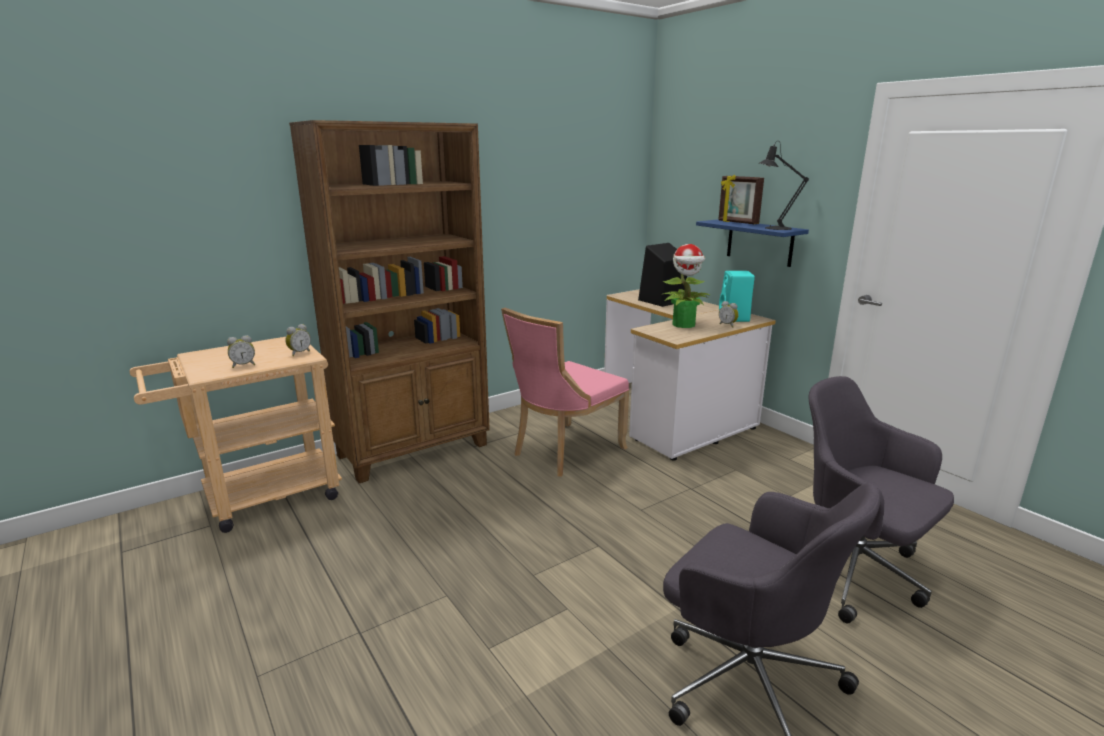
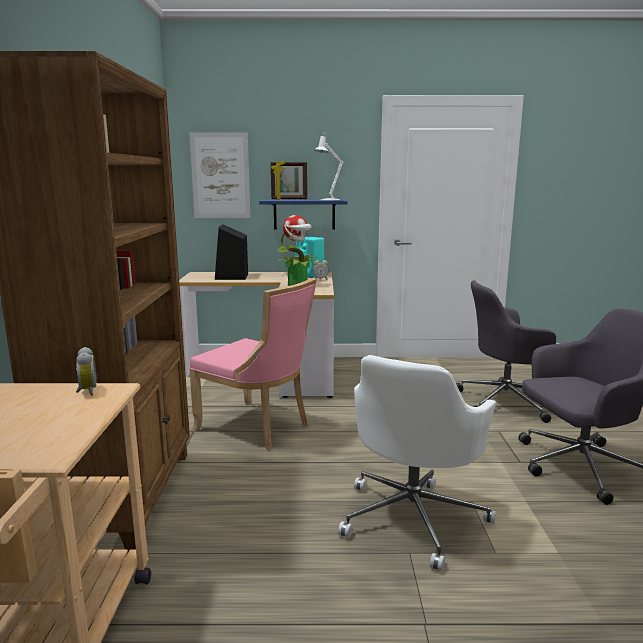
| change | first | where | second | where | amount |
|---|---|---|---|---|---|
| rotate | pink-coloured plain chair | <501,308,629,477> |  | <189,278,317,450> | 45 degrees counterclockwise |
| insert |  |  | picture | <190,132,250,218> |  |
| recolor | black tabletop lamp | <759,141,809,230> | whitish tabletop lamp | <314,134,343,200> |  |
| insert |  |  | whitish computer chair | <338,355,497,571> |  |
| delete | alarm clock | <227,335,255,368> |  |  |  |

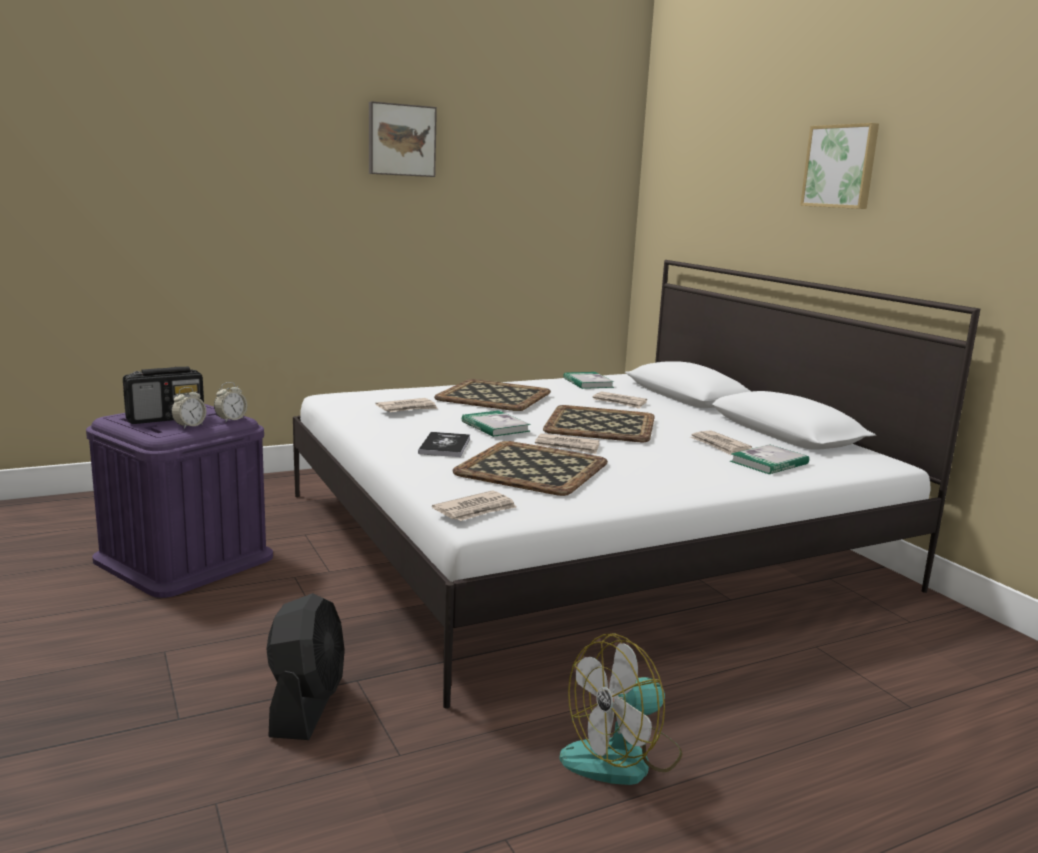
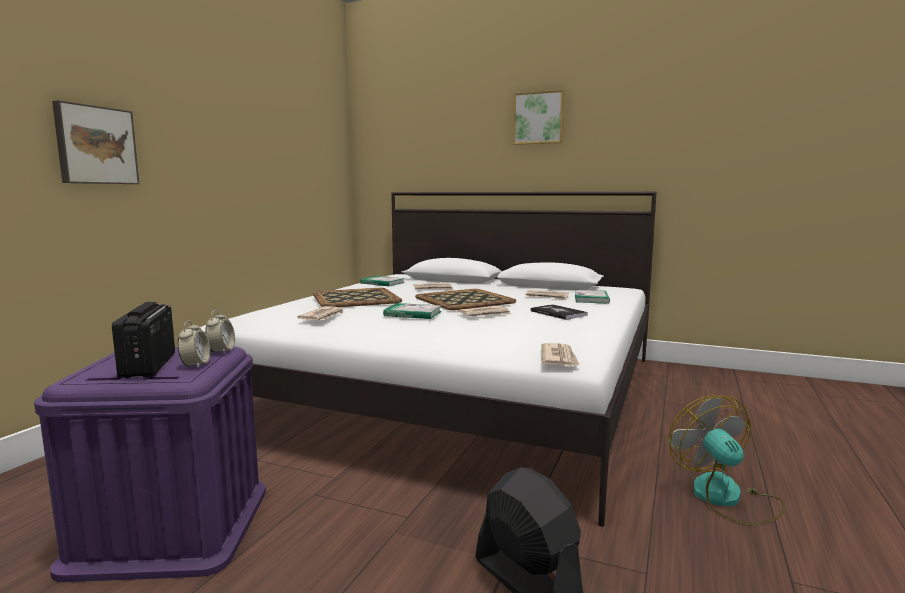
| change | first | where | second | where | amount |
|---|---|---|---|---|---|
| move | picture | <369,101,437,177> |  | <52,100,139,184> |  |
| rotate | radio receiver | <123,367,204,424> |  | <112,302,175,378> | 150 degrees clockwise |
| move | book | <418,432,470,457> |  | <531,304,588,320> |  |
| rotate | fan | <560,633,682,785> |  | <668,395,785,525> | 150 degrees clockwise |
| delete | tray | <453,441,608,496> |  |  |  |

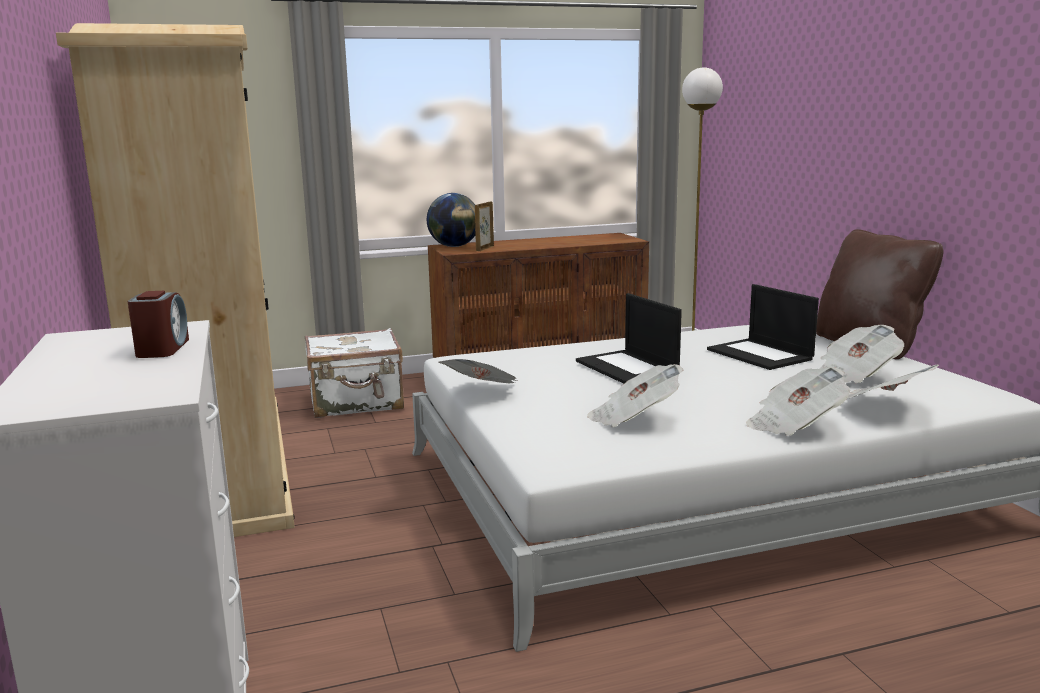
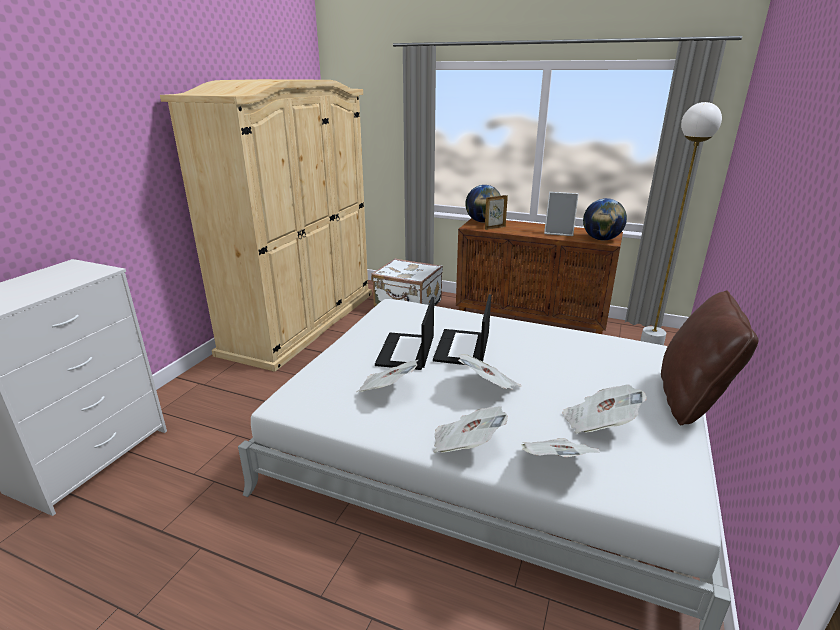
| change | first | where | second | where | amount |
|---|---|---|---|---|---|
| move | notebook computer | <707,284,819,370> |  | <375,297,434,370> |  |
| move | printed paper | <438,359,517,383> |  | <458,354,522,389> |  |
| insert |  |  | photo frame | <544,192,579,236> |  |
| insert |  |  | globe | <583,198,627,240> |  |
| delete | alarm clock | <128,291,189,358> |  |  |  |

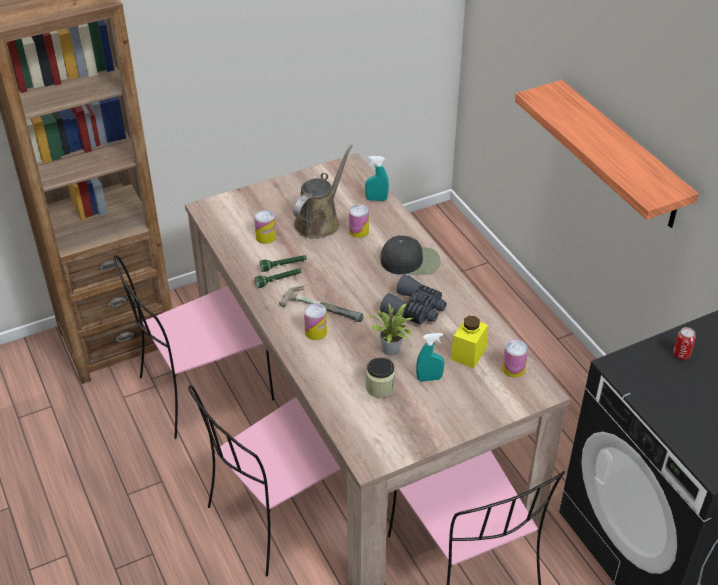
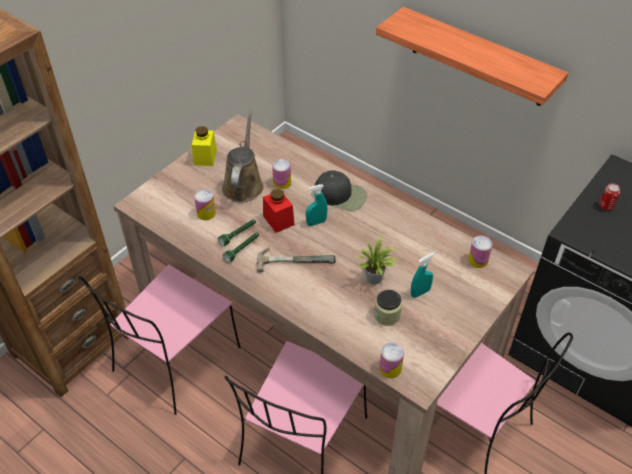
| change | first | where | second | where | amount |
|---|---|---|---|---|---|
| move | yellow-coloured preserve jar | <450,316,488,368> |  | <192,126,217,166> |  |
| insert |  |  | red preserve jar | <263,189,295,233> |  |
| move | turquoise hand sprayer | <365,156,389,201> |  | <306,184,327,226> |  |
| rotate | black cap | <380,236,440,275> |  | <315,170,367,211> | 45 degrees clockwise |
| move | metal can | <304,303,327,340> |  | <379,343,404,378> |  |
| delete | grey binoculars | <380,274,447,325> |  |  |  |

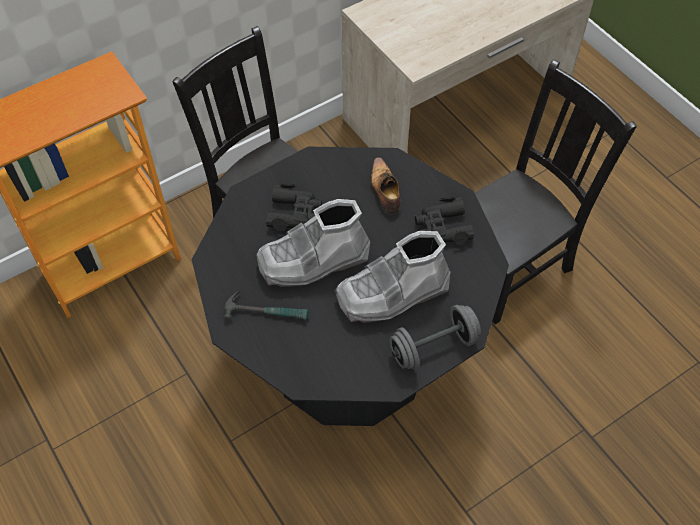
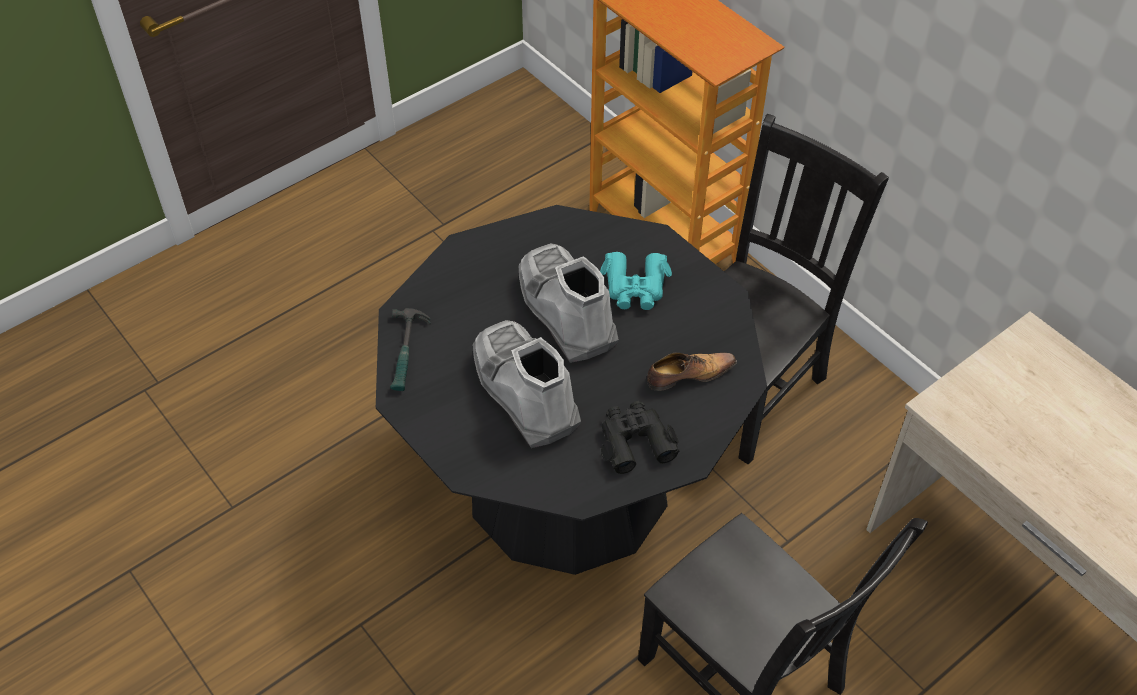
| change | first | where | second | where | amount |
|---|---|---|---|---|---|
| move | hammer | <224,291,308,321> |  | <390,308,431,391> |  |
| recolor | black binoculars | <266,184,322,231> | turquoise binoculars | <600,252,672,310> |  |
| delete | grey dumbbell | <390,305,481,369> |  |  |  |

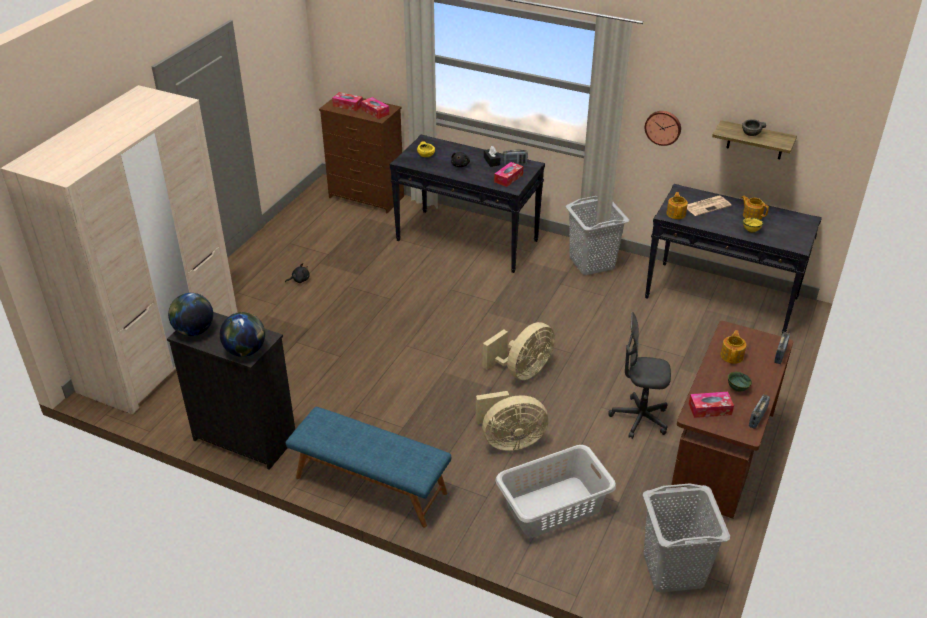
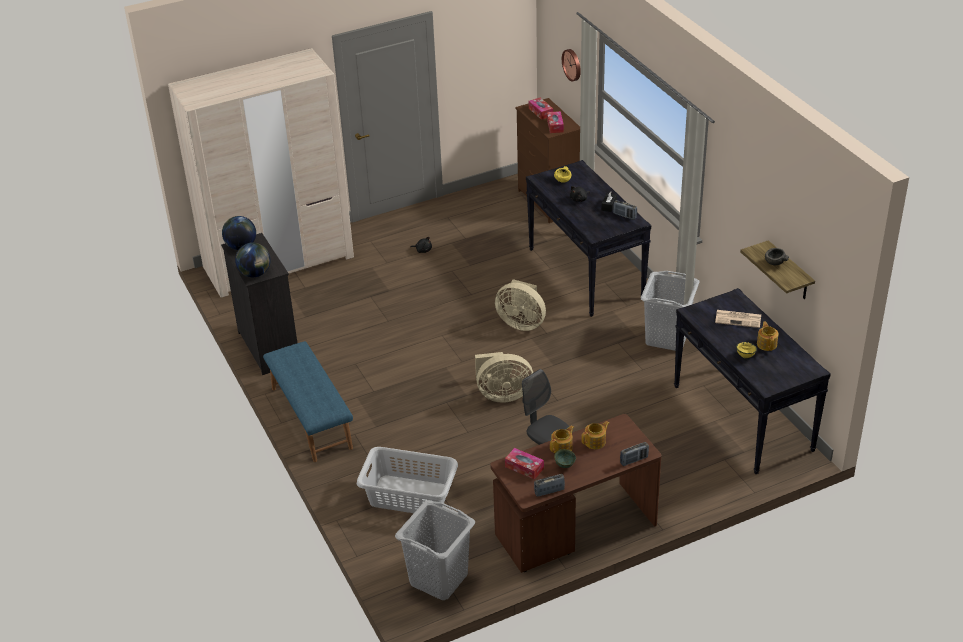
| change | first | where | second | where | amount |
|---|---|---|---|---|---|
| move | beige-coloured fan | <476,391,548,451> |  | <495,279,546,331> |  |
| move | tea pot | <666,192,688,219> |  | <550,425,574,453> |  |
| move | clock on the wall | <645,111,681,146> |  | <562,49,581,81> |  |
| delete | tissue holder | <494,162,523,187> |  |  |  |

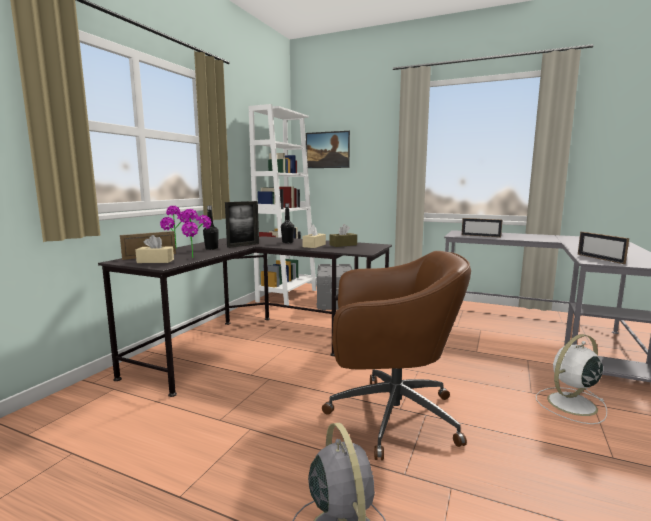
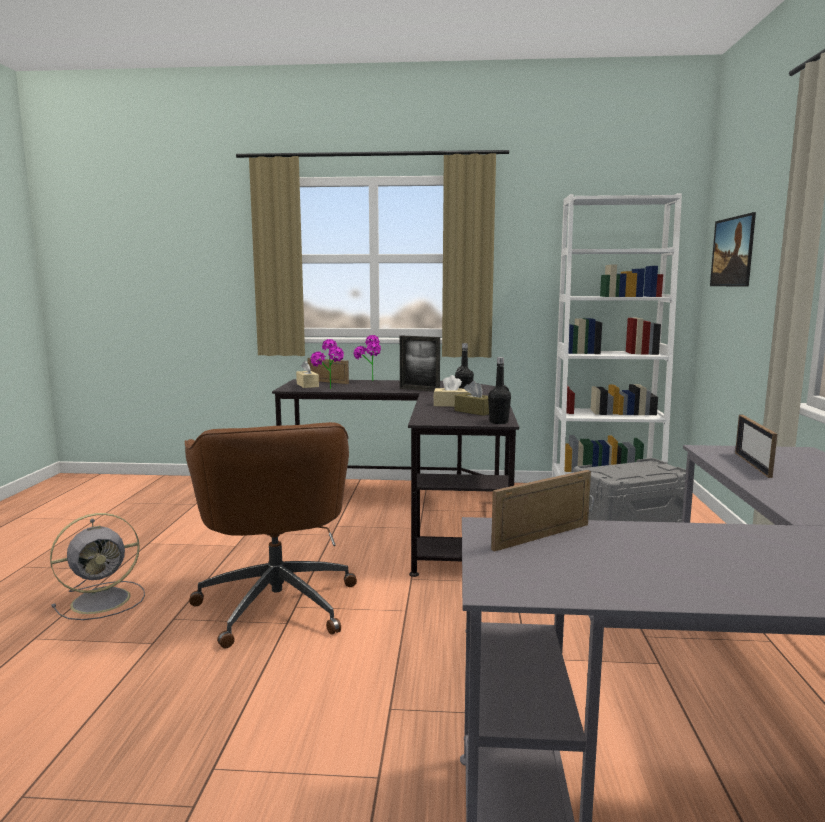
| change | first | where | second | where | amount |
|---|---|---|---|---|---|
| move | black beverage bottle | <203,206,219,250> |  | <488,357,511,424> |  |
| delete | whitish fan | <536,334,607,424> |  |  |  |

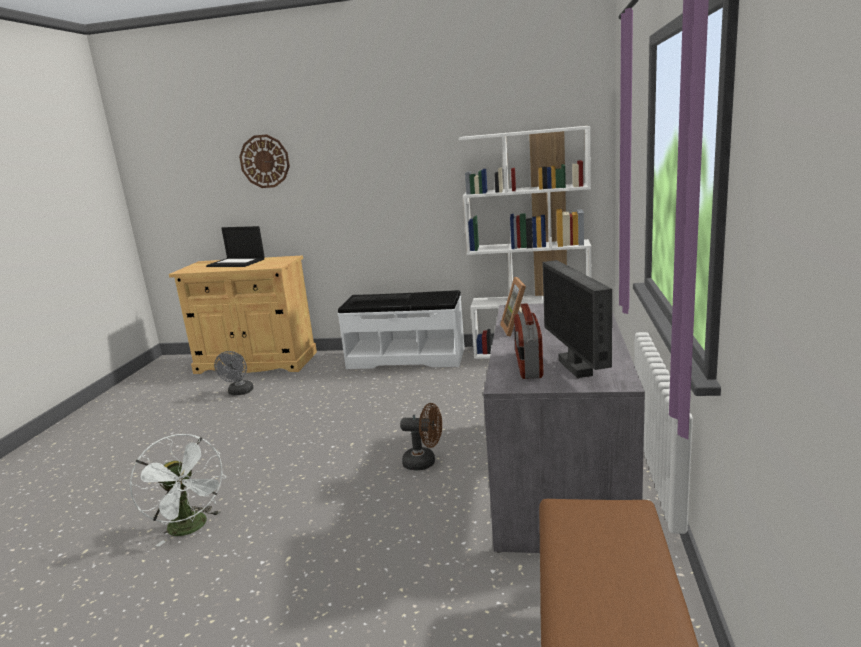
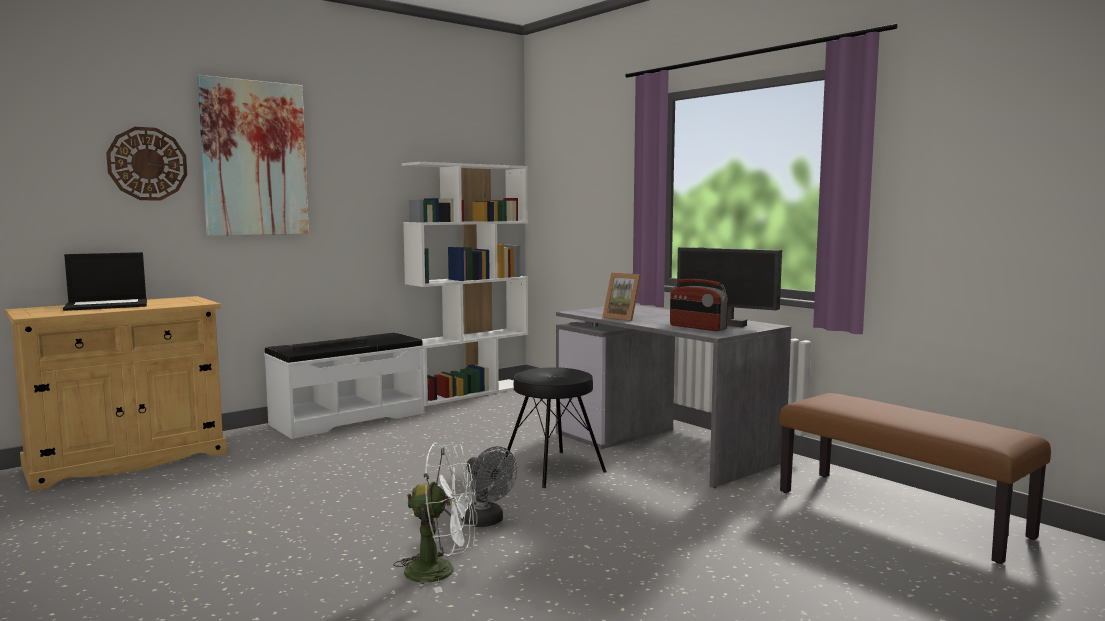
| change | first | where | second | where | amount |
|---|---|---|---|---|---|
| insert |  |  | picture | <197,75,309,236> |  |
| move | grey fan | <214,351,254,395> |  | <461,446,517,527> |  |
| replace | brown fan | <400,403,442,470> | black stool seat | <503,367,607,488> |  |

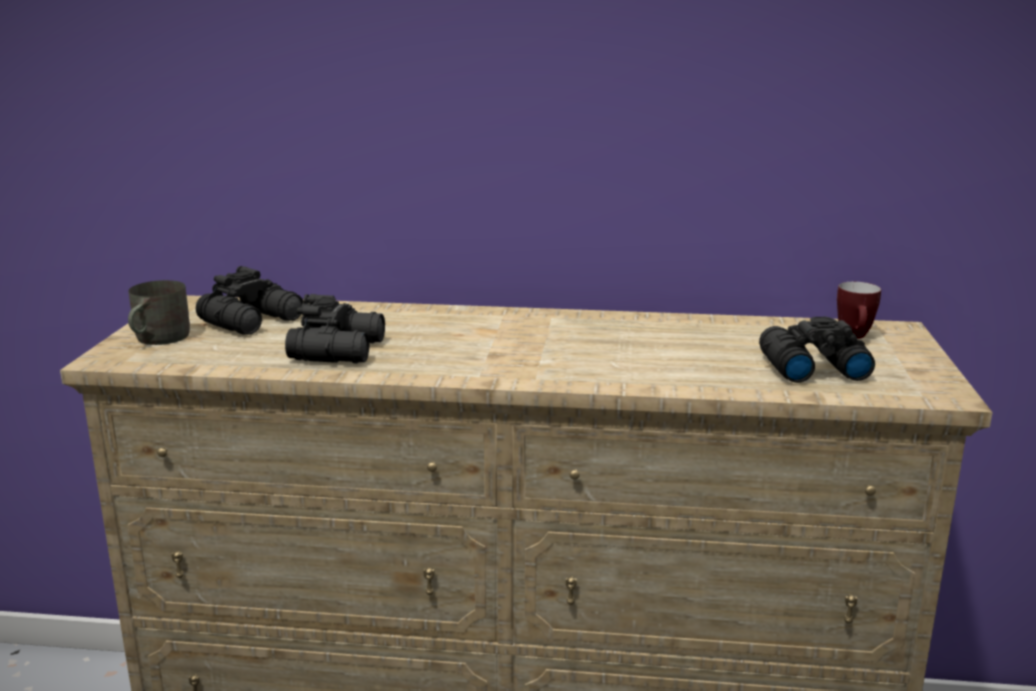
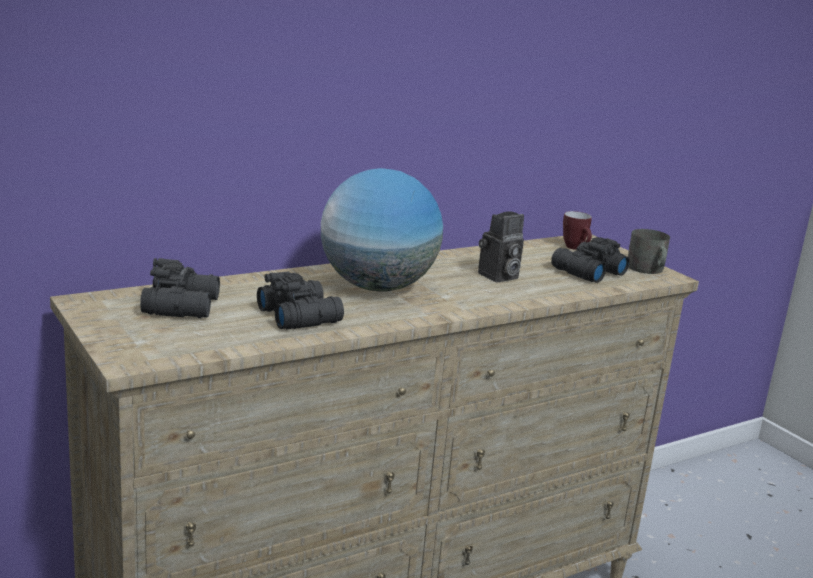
| change | first | where | second | where | amount |
|---|---|---|---|---|---|
| insert |  |  | globe | <321,168,443,292> |  |
| insert |  |  | photo camera | <478,211,524,282> |  |
| move | grey coffee mug | <128,280,190,345> |  | <628,229,670,274> |  |

